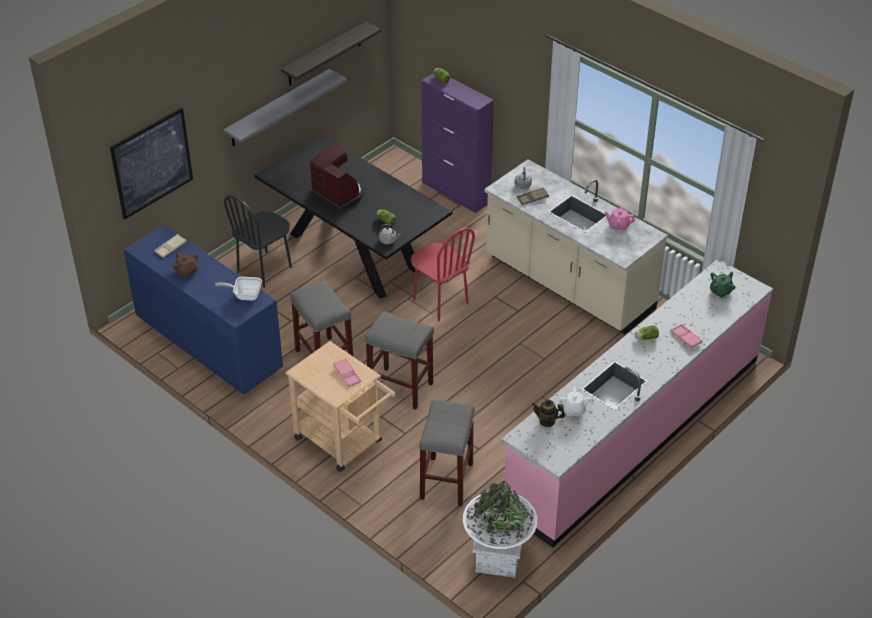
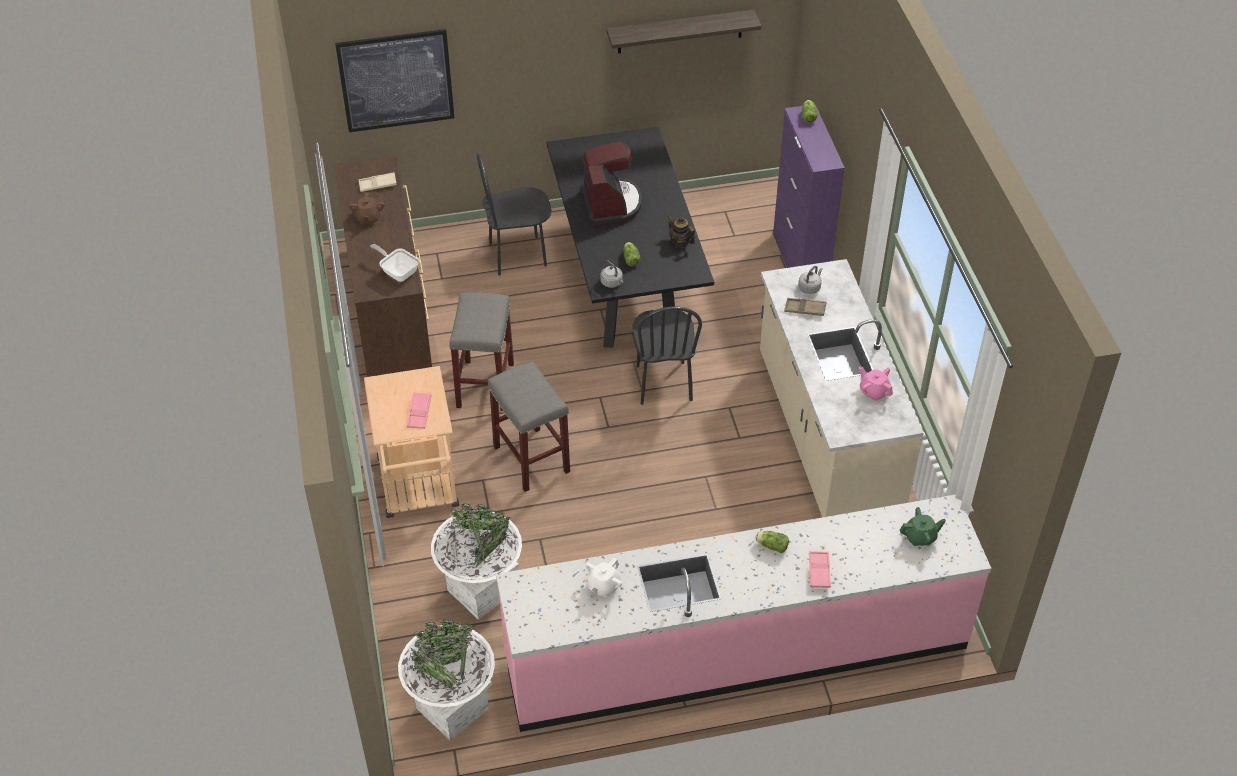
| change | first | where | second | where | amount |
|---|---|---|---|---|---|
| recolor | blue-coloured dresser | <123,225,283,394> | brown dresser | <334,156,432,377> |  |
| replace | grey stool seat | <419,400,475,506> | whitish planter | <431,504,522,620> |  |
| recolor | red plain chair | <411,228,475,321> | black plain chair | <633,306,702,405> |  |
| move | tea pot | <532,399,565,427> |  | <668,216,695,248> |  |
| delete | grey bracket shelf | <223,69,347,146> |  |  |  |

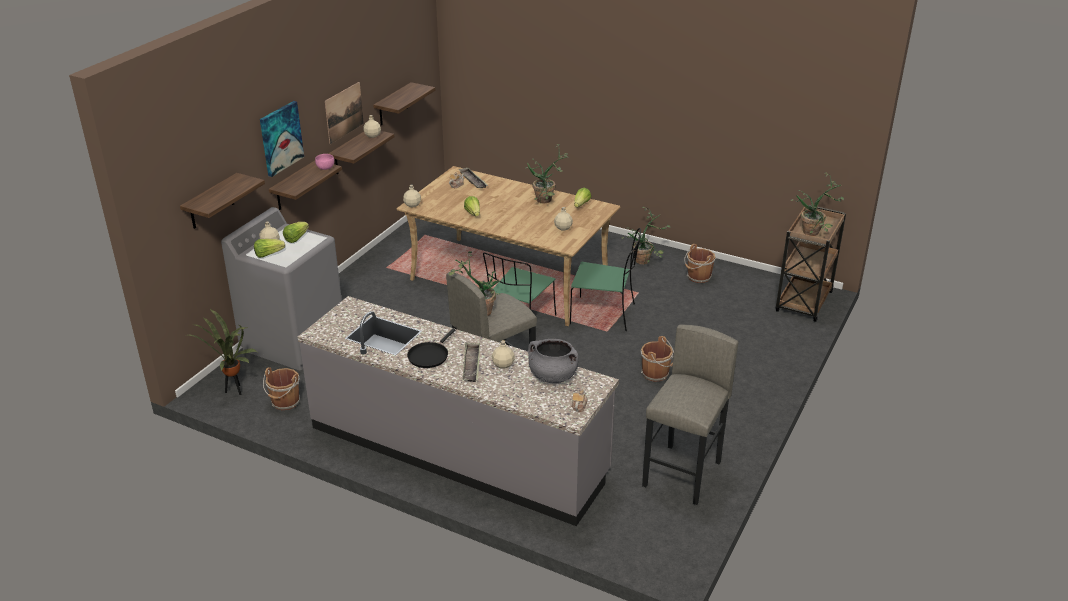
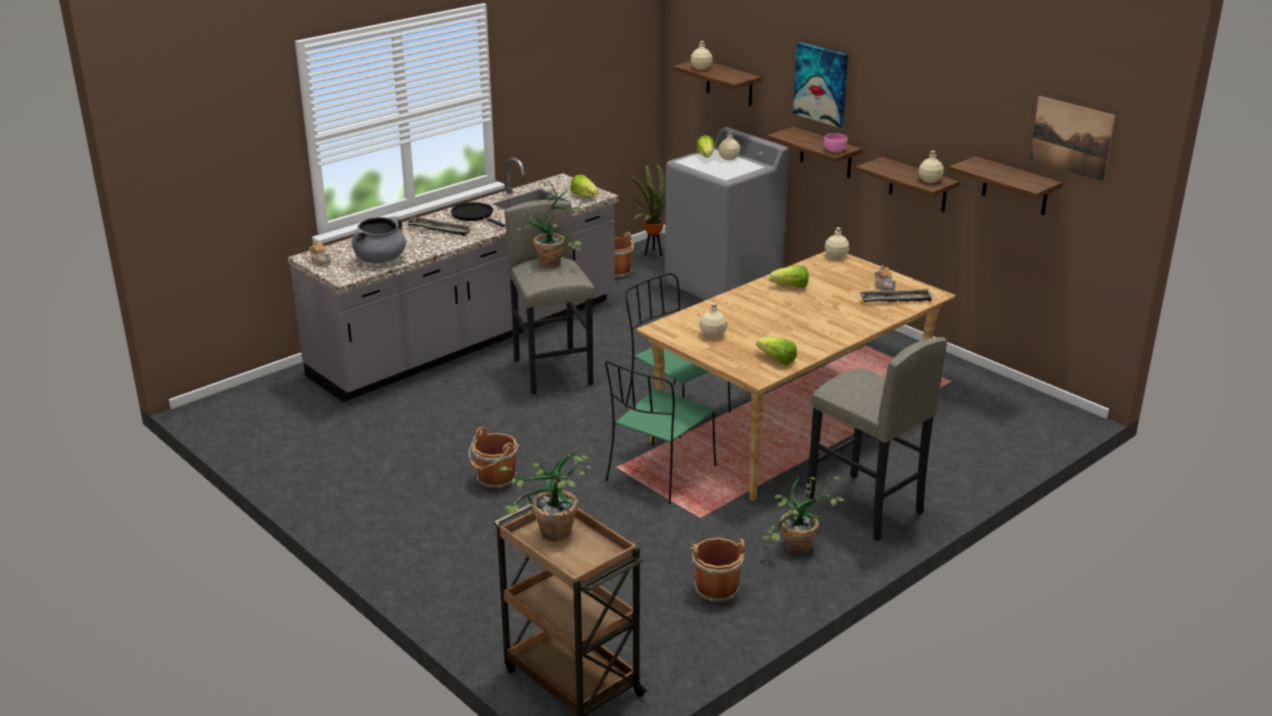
| change | first | where | second | where | amount |
|---|---|---|---|---|---|
| move | lettuce | <283,222,309,243> |  | <570,175,598,197> |  |
| move | beige-coloured beverage bottle | <492,340,515,369> |  | <691,41,713,70> |  |
| move | grey stool seat | <642,325,738,505> |  | <807,337,947,541> |  |
| move | picture | <325,82,364,144> |  | <1030,96,1115,182> |  |
| delete | potted plant | <526,144,569,204> |  |  |  |

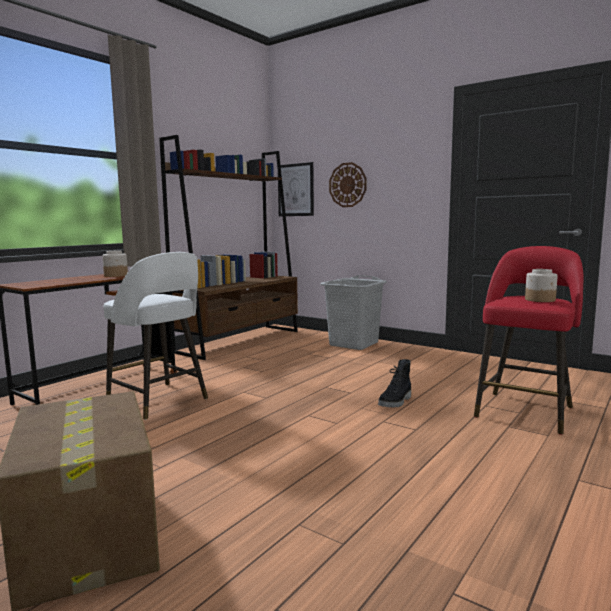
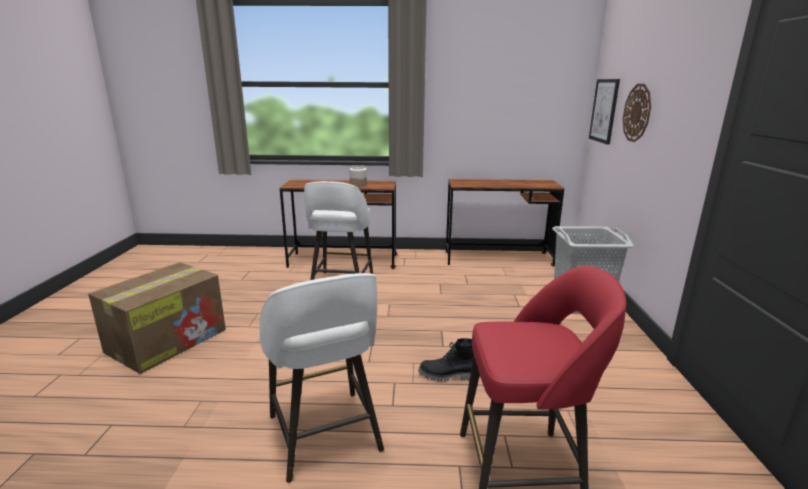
| change | first | where | second | where | amount |
|---|---|---|---|---|---|
| insert |  |  | whitish stool seat | <260,273,384,483> |  |
| replace | brown bookshelf | <159,135,298,360> | brown desk unit | <446,179,565,267> |  |
| delete | preserve jar | <525,269,558,302> |  |  |  |

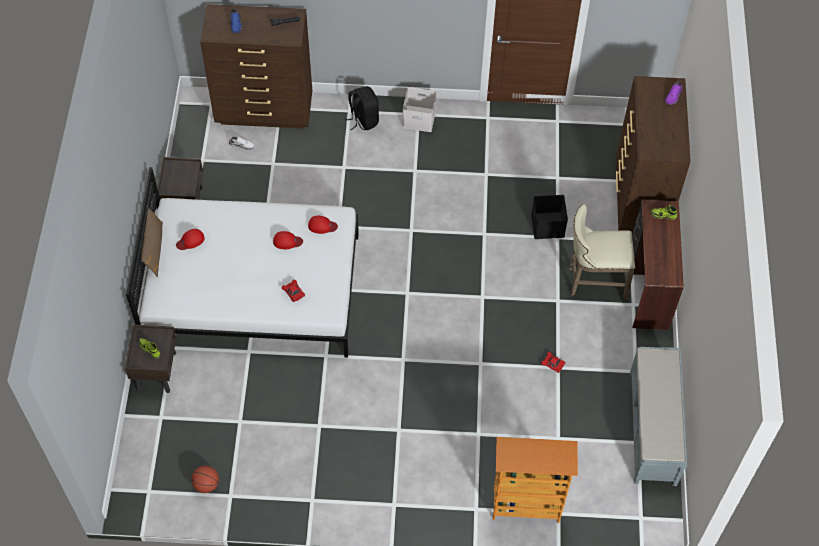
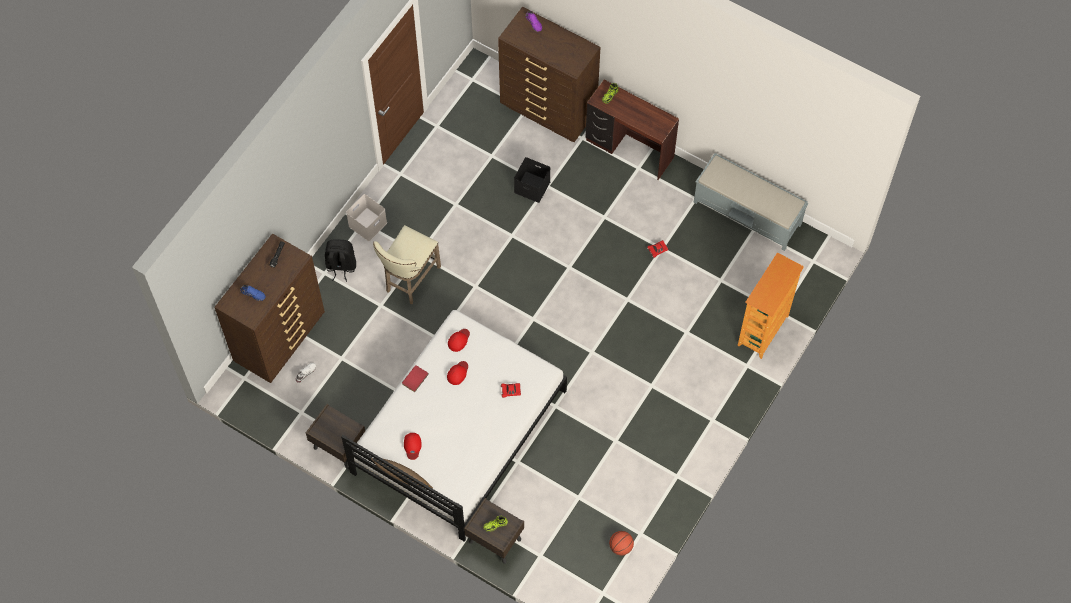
| change | first | where | second | where | amount |
|---|---|---|---|---|---|
| move | beige-coloured stool seat | <569,204,635,299> |  | <373,225,441,304> |  |
| insert |  |  | red book | <402,365,429,392> |  |

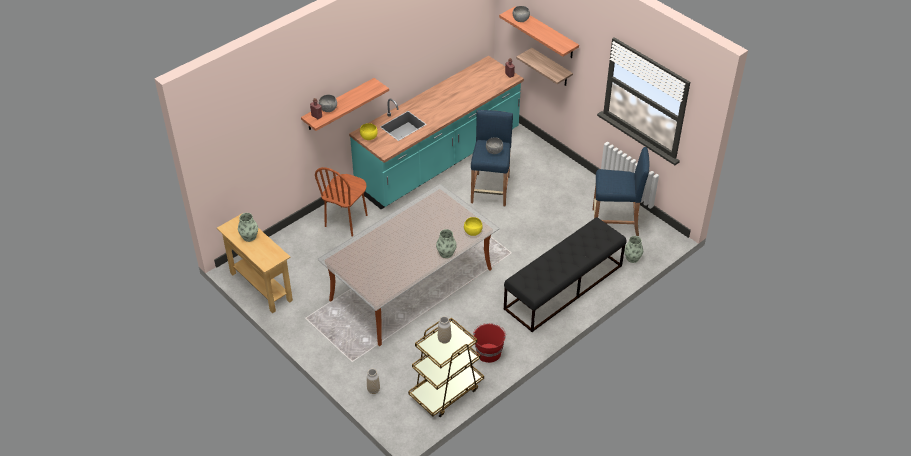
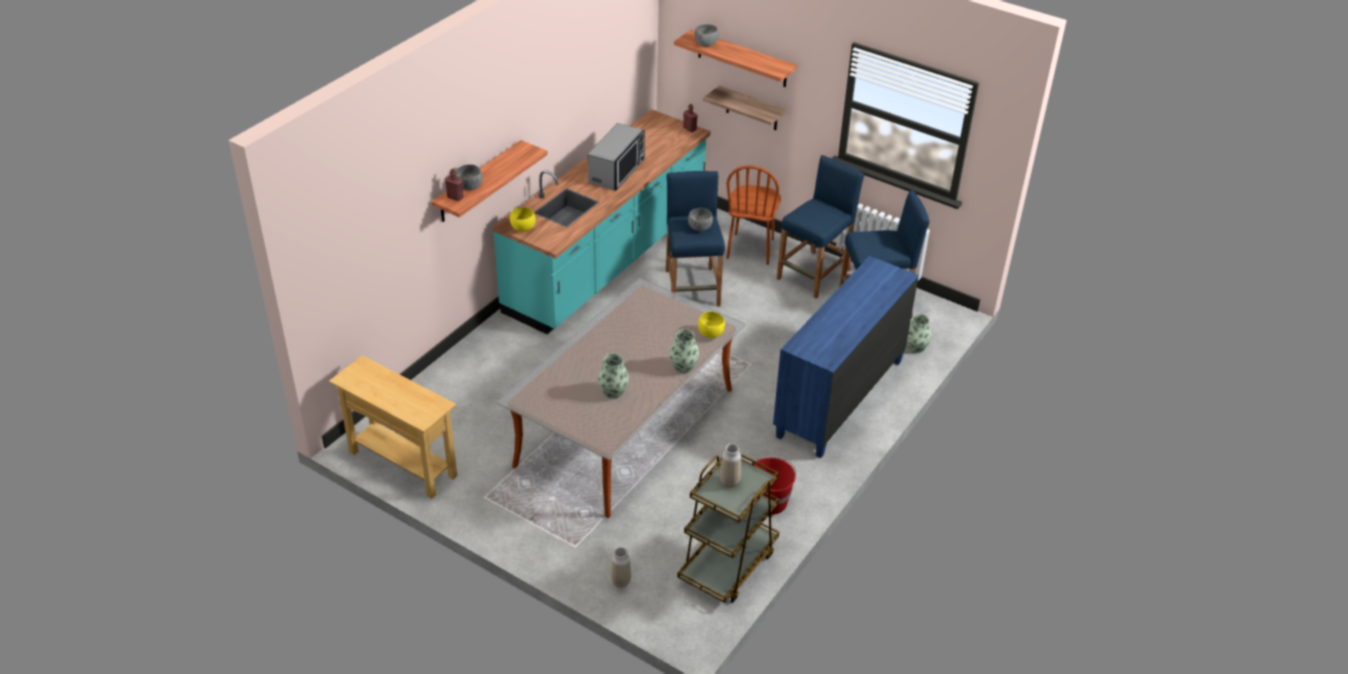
| change | first | where | second | where | amount |
|---|---|---|---|---|---|
| insert |  |  | microwave | <588,123,645,190> |  |
| move | decorative vase | <238,213,258,242> |  | <598,354,629,399> |  |
| move | brown plain chair | <315,167,368,237> |  | <726,165,781,265> |  |
| replace | black indoor bench | <504,217,626,332> | blue-coloured dresser | <773,256,919,458> |  |
| insert |  |  | blue-coloured stool seat | <777,155,864,299> |  |

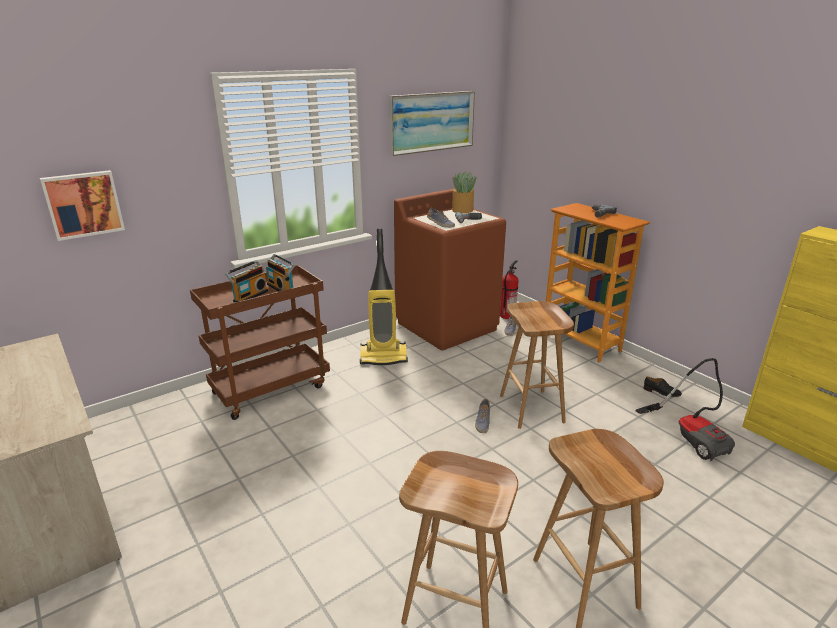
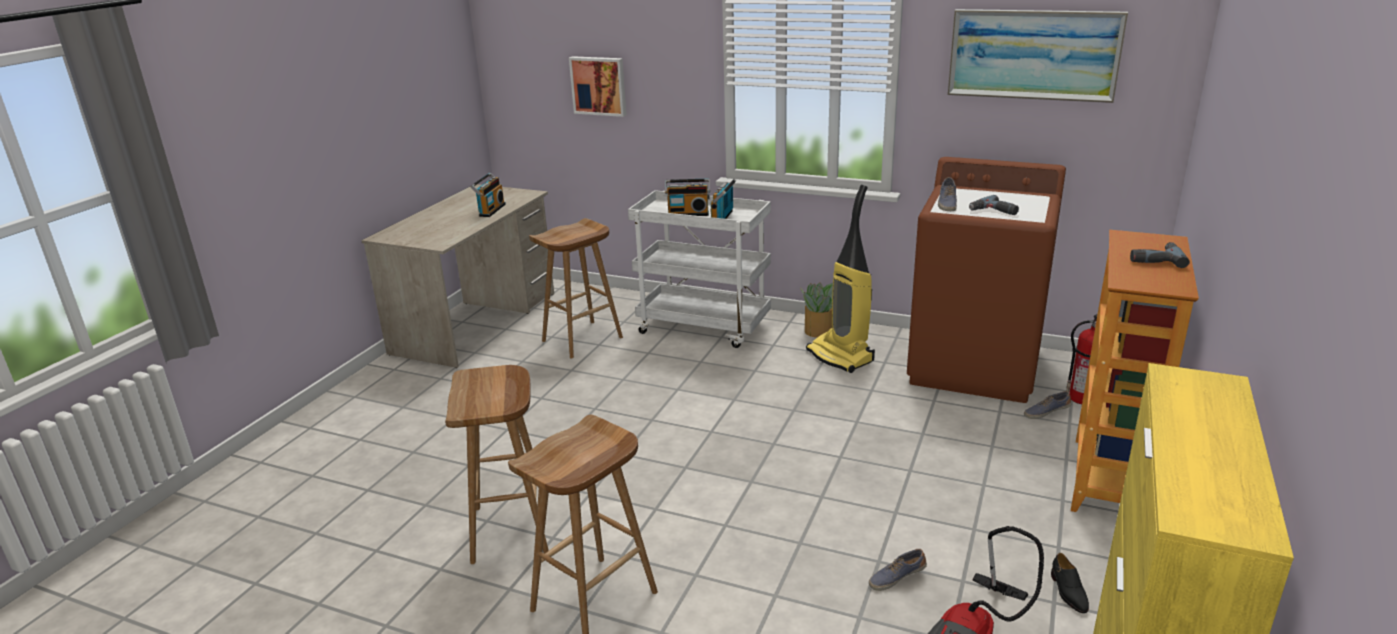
| change | first | where | second | where | amount |
|---|---|---|---|---|---|
| insert |  |  | radio receiver | <470,173,506,217> |  |
| move | brown stool seat | <500,301,574,429> |  | <529,218,623,358> |  |
| recolor | brown trolley | <190,265,330,420> | whitish trolley | <628,190,771,348> |  |
| move | potted plant | <452,171,477,214> |  | <800,282,833,338> |  |
| move | low shoe | <475,399,490,433> |  | <869,549,927,591> |  |

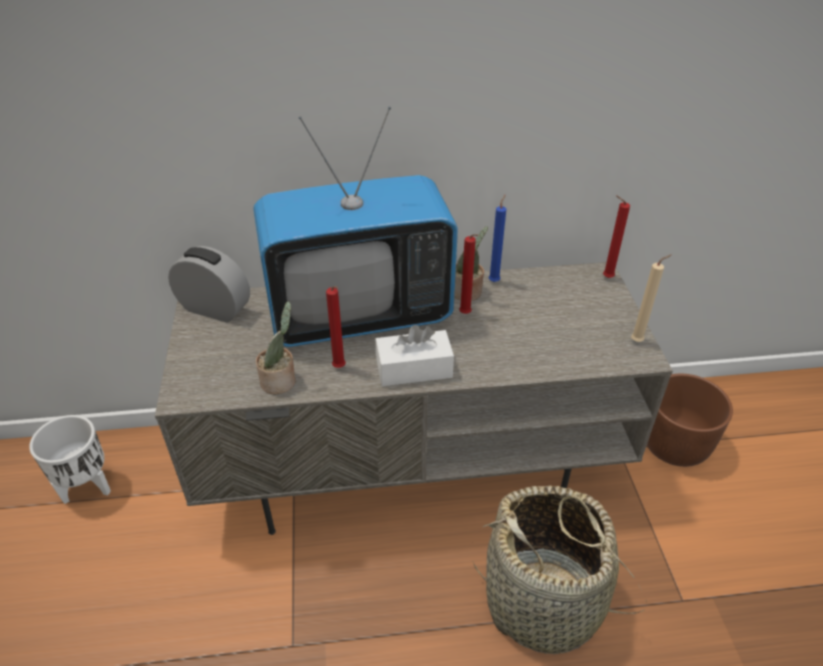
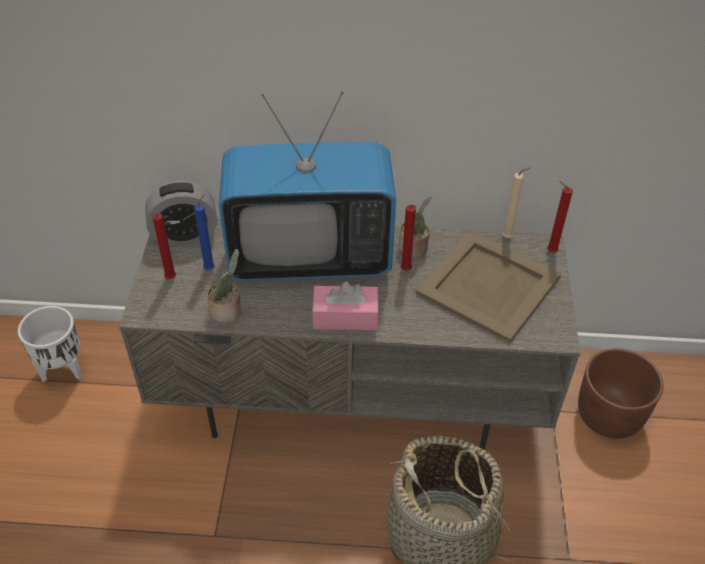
| change | first | where | second | where | amount |
|---|---|---|---|---|---|
| rotate | alarm clock | <168,246,250,323> |  | <145,181,217,245> | 135 degrees clockwise |
| move | red candle | <326,286,346,368> |  | <153,213,176,279> |  |
| move | blue-coloured candle | <489,195,506,282> |  | <194,194,215,270> |  |
| recolor | whitish tissue holder | <375,325,454,386> | pink-coloured tissue holder | <312,282,379,330> |  |
| insert |  |  | beige-coloured tray | <416,231,561,343> |  |
| move | beige-coloured candle | <631,254,672,342> |  | <502,167,530,238> |  |

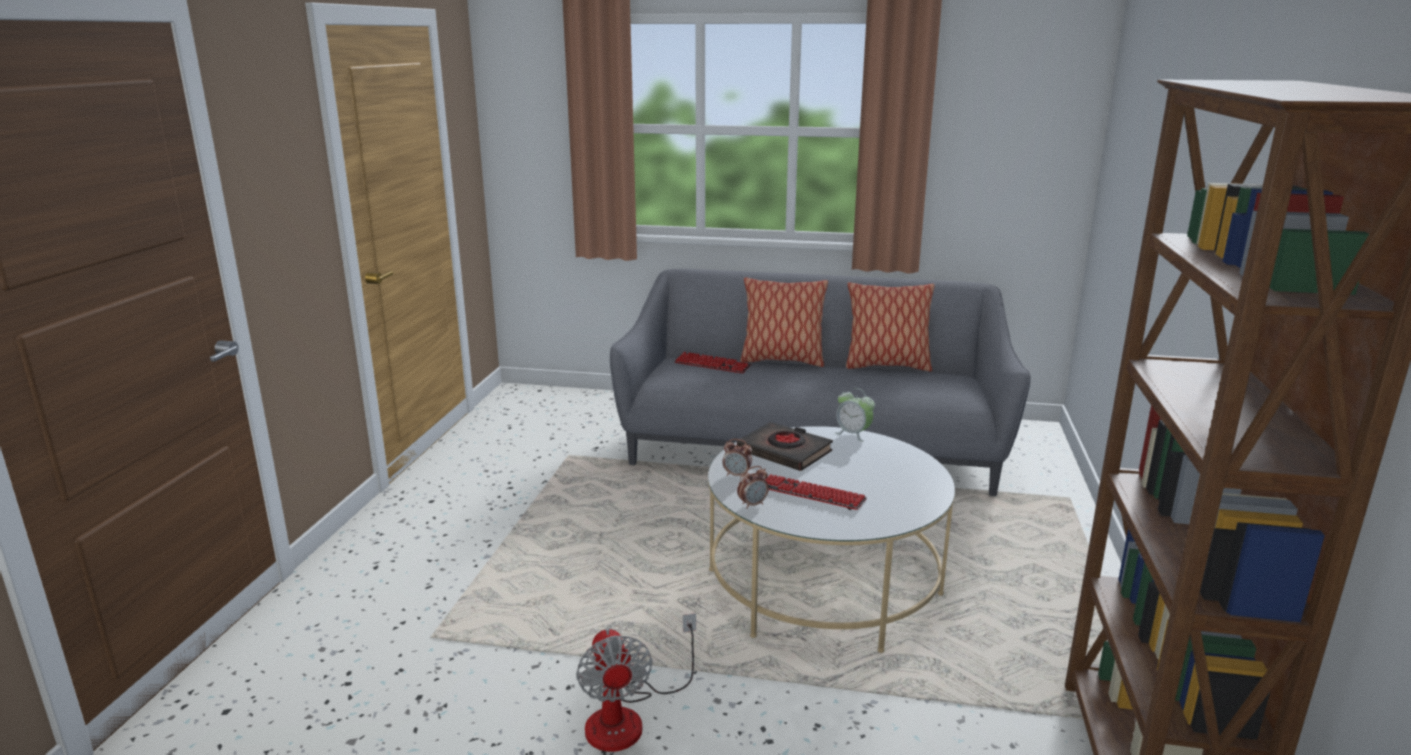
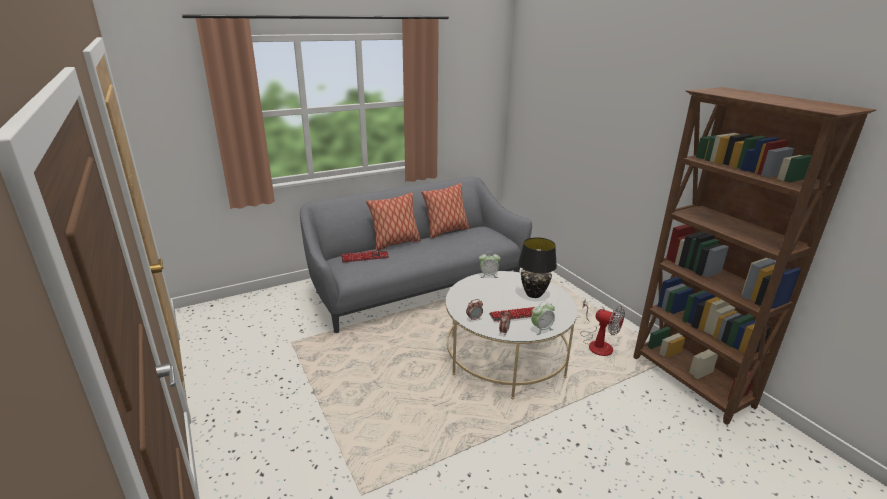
| change | first | where | second | where | amount |
|---|---|---|---|---|---|
| insert |  |  | black tabletop lamp | <518,237,557,298> |  |
| insert |  |  | alarm clock | <531,301,555,335> |  |
| move | fan | <576,613,696,752> |  | <582,299,625,356> |  |
| delete | black book | <737,422,833,471> |  |  |  |

